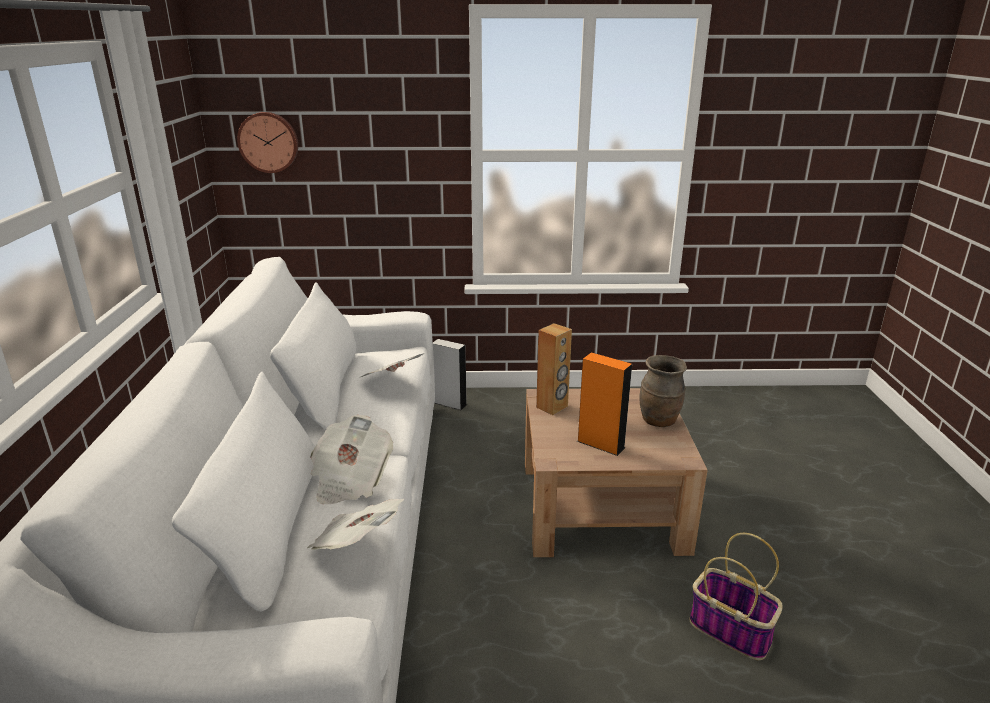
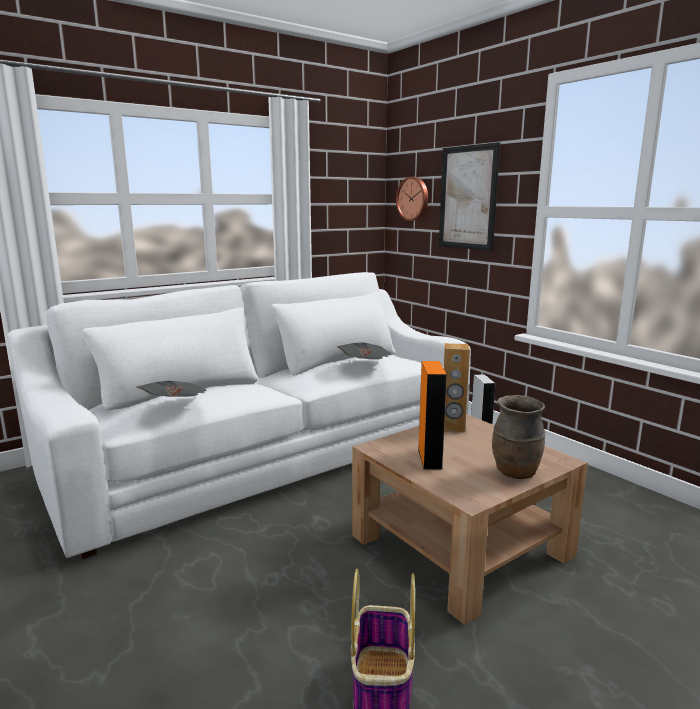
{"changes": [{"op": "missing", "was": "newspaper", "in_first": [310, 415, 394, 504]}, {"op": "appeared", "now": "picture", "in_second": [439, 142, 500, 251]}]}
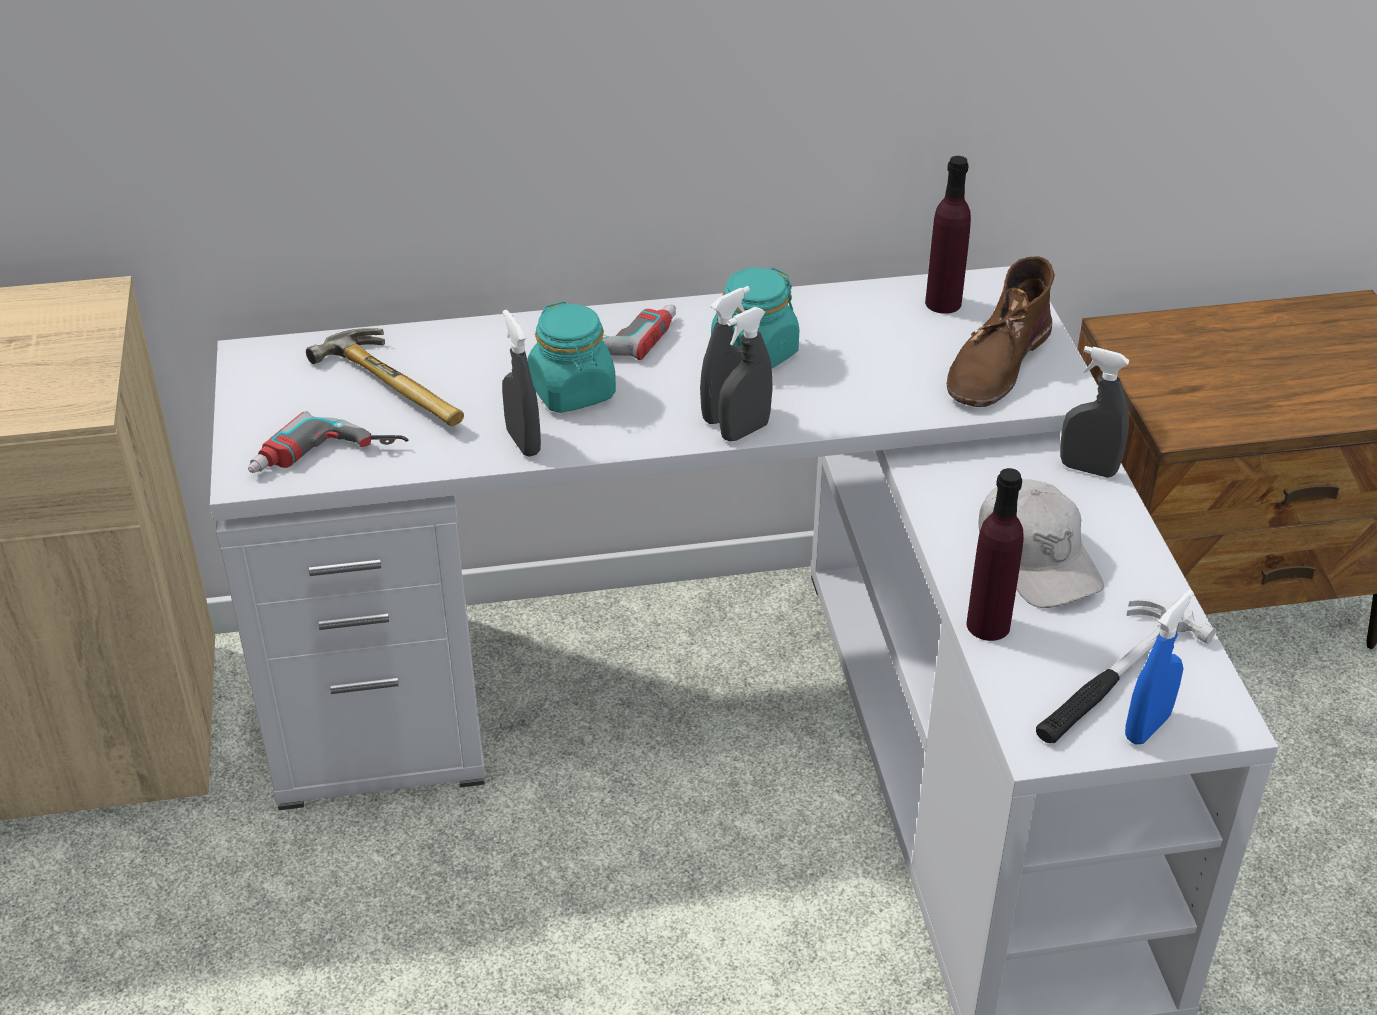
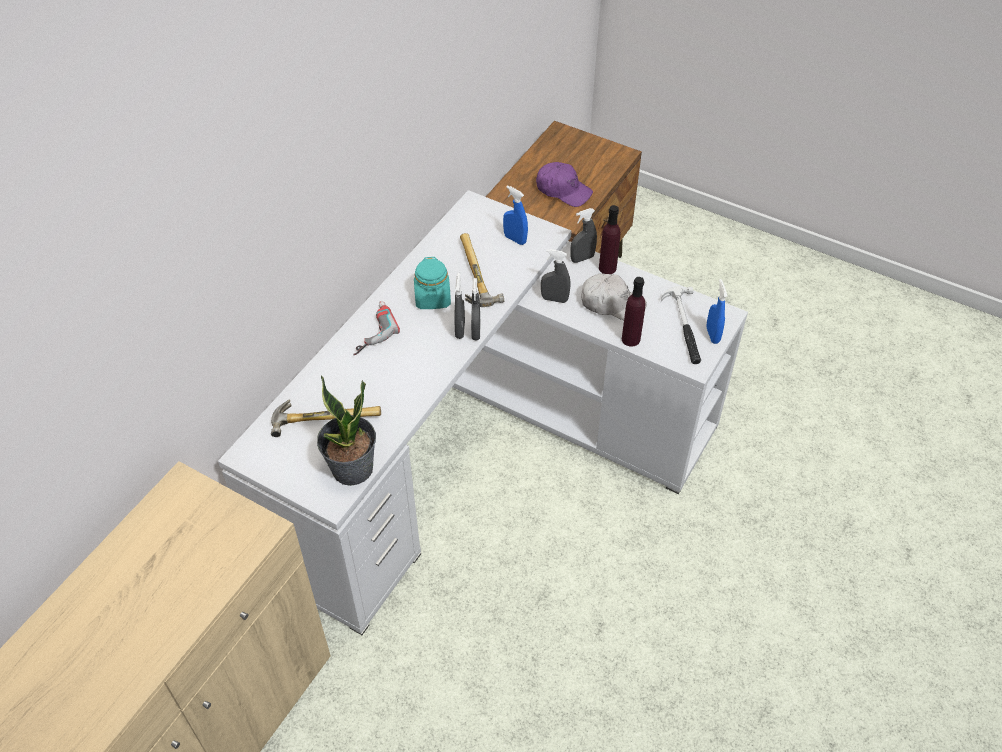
{"changes": [{"op": "relocated", "was": "purple bottle", "in_first": [925, 156, 971, 314], "in_second": [599, 205, 620, 274]}, {"op": "exchanged", "was": "brown boot", "now": "blue spray bottle", "in_first": [947, 256, 1055, 407], "in_second": [503, 185, 528, 245]}, {"op": "missing", "was": "turquoise jar", "in_first": [527, 301, 616, 413]}, {"op": "relocated", "was": "grey spray bottle", "in_first": [502, 310, 541, 457], "in_second": [541, 249, 570, 303]}, {"op": "exchanged", "was": "power drill", "now": "potted plant", "in_first": [248, 411, 409, 473], "in_second": [317, 376, 376, 486]}, {"op": "appeared", "now": "purple cap", "in_second": [536, 162, 593, 207]}, {"op": "appeared", "now": "hammer", "in_second": [460, 233, 504, 307]}]}
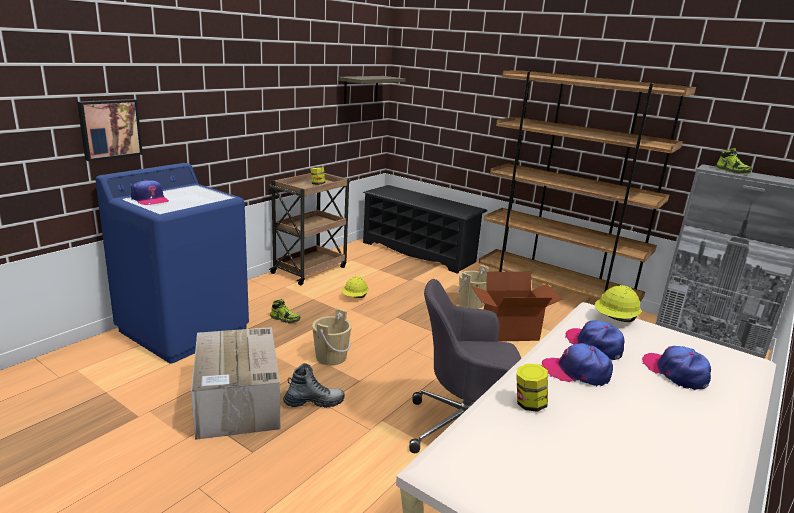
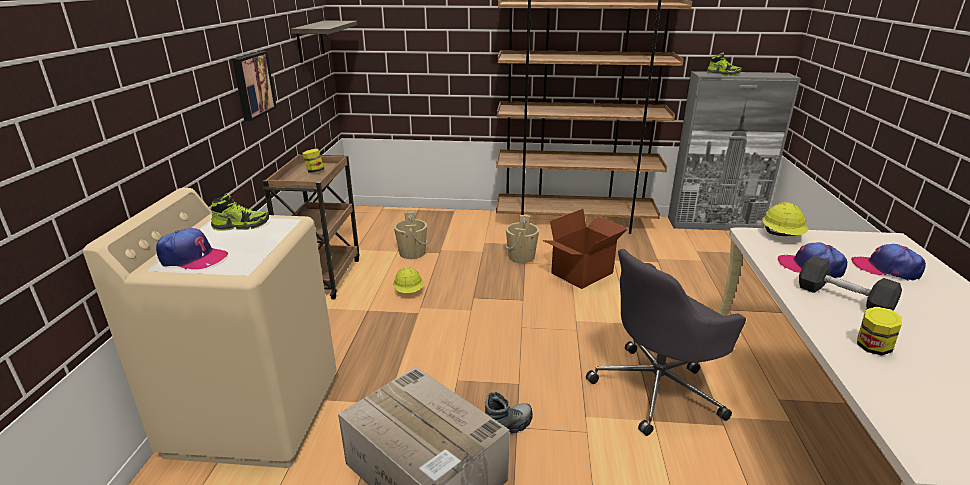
{"changes": [{"op": "relocated", "was": "picture", "in_first": [77, 99, 143, 161], "in_second": [232, 51, 277, 121]}, {"op": "colour", "was": "blue washing machine", "now": "beige washing machine", "in_first": [95, 163, 249, 364], "in_second": [83, 188, 336, 468]}, {"op": "missing", "was": "black shoe rack", "in_first": [363, 185, 487, 274]}, {"op": "relocated", "was": "shoe", "in_first": [270, 299, 300, 323], "in_second": [211, 193, 269, 231]}, {"op": "relocated", "was": "beige bucket", "in_first": [312, 308, 352, 365], "in_second": [394, 212, 428, 259]}, {"op": "exchanged", "was": "cap", "now": "grey dumbbell", "in_first": [542, 343, 613, 386], "in_second": [799, 256, 902, 311]}]}
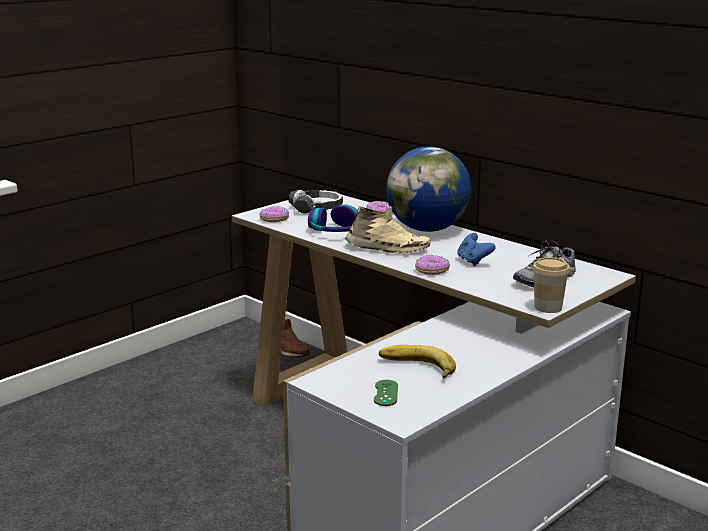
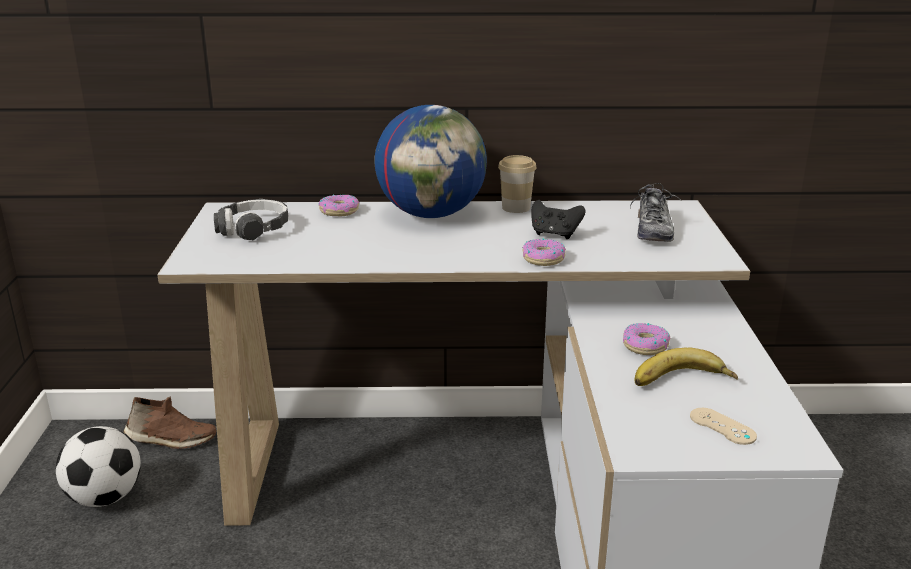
{"changes": [{"op": "missing", "was": "headphones", "in_first": [308, 205, 358, 232]}, {"op": "relocated", "was": "donut", "in_first": [260, 206, 289, 222], "in_second": [623, 323, 671, 355]}, {"op": "missing", "was": "beige shoe", "in_first": [345, 206, 431, 254]}, {"op": "colour", "was": "blue game controller", "now": "black game controller", "in_first": [457, 233, 496, 266], "in_second": [531, 200, 585, 239]}, {"op": "relocated", "was": "cup", "in_first": [532, 257, 570, 313], "in_second": [498, 155, 537, 213]}, {"op": "colour", "was": "green game controller", "now": "beige game controller", "in_first": [374, 380, 398, 406], "in_second": [690, 408, 757, 445]}, {"op": "appeared", "now": "football", "in_second": [56, 426, 141, 507]}]}
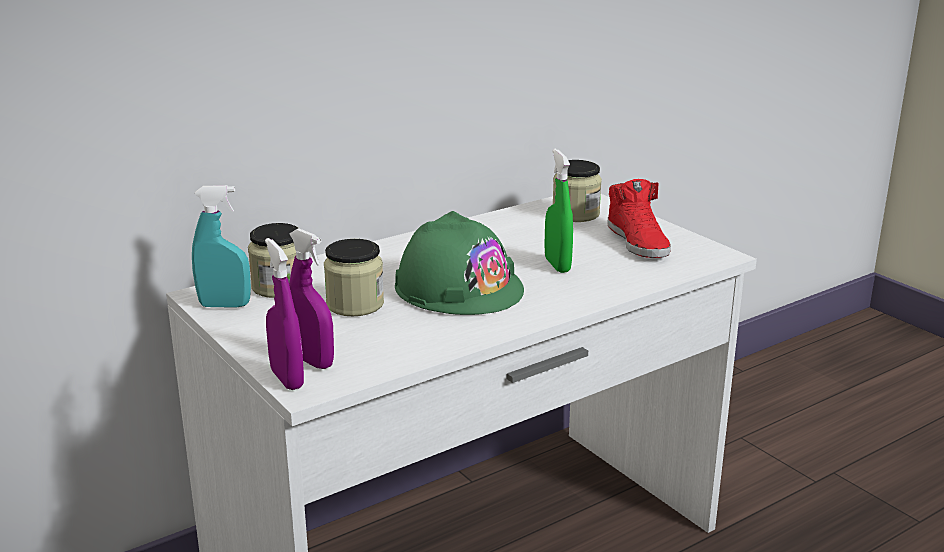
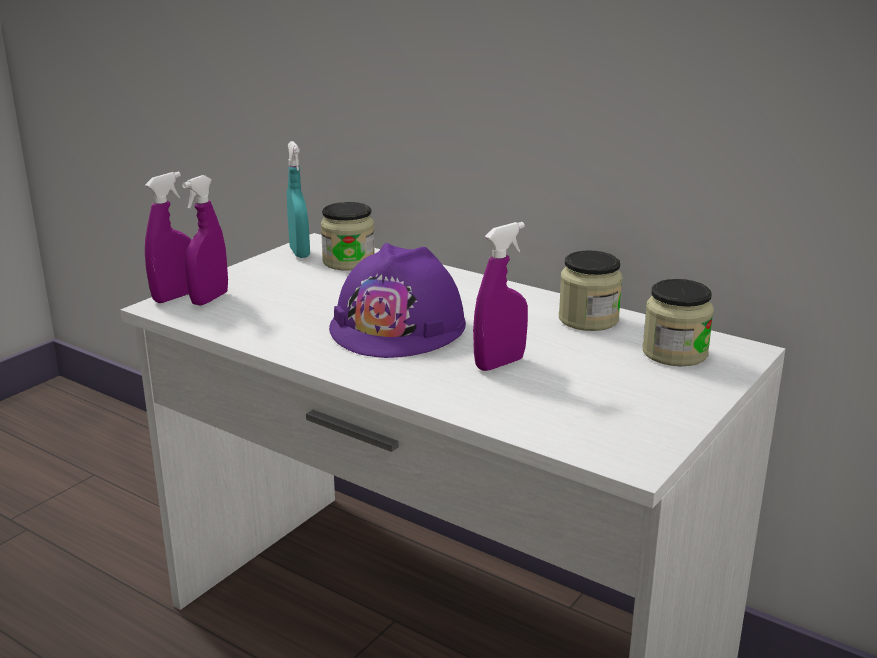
{"changes": [{"op": "colour", "was": "green spray bottle", "now": "purple spray bottle", "in_first": [544, 149, 573, 273], "in_second": [473, 222, 528, 371]}, {"op": "missing", "was": "red shoe", "in_first": [607, 179, 671, 258]}, {"op": "colour", "was": "green hard hat", "now": "purple hard hat", "in_first": [395, 211, 524, 315], "in_second": [329, 243, 466, 358]}, {"op": "relocated", "was": "jar", "in_first": [324, 239, 384, 316], "in_second": [559, 250, 623, 331]}]}
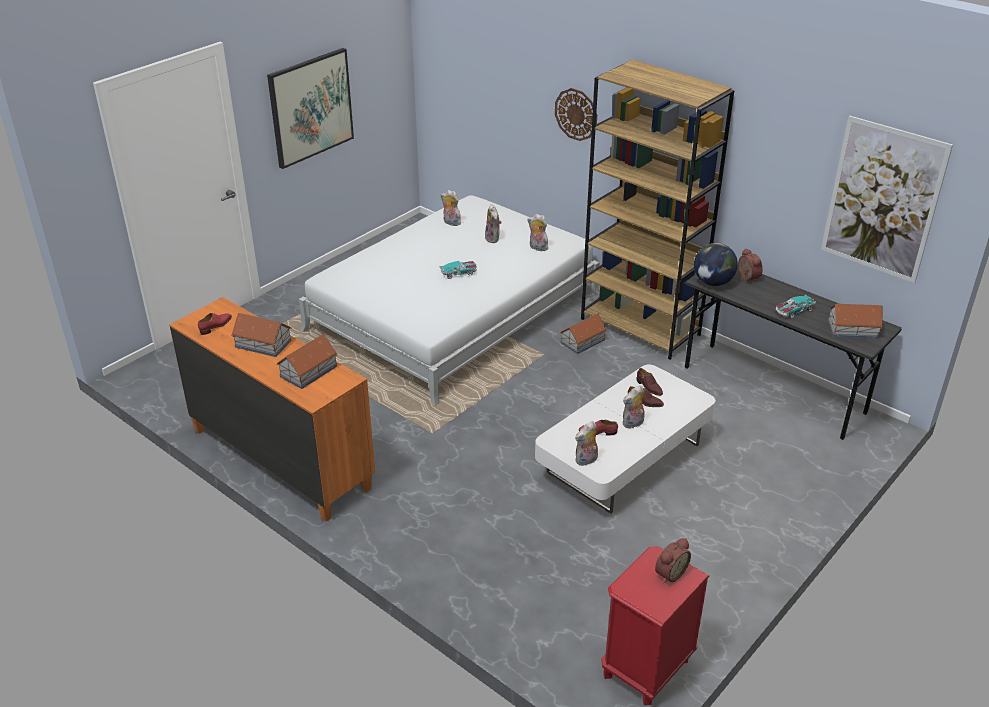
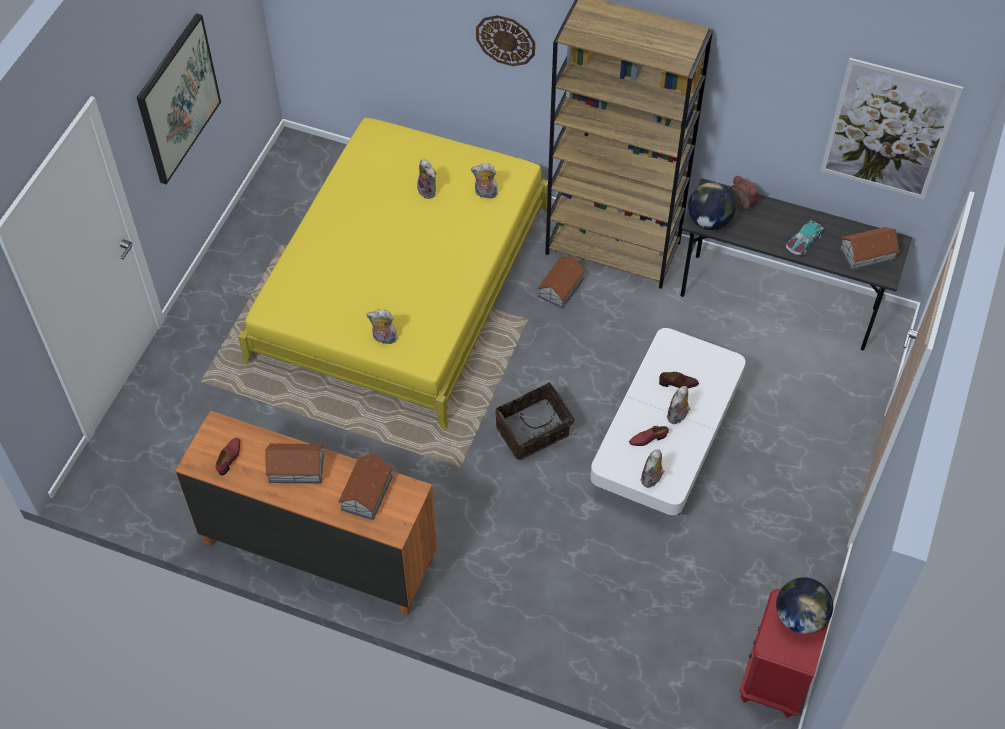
{"changes": [{"op": "relocated", "was": "plush toy", "in_first": [441, 190, 461, 226], "in_second": [366, 309, 400, 344]}, {"op": "colour", "was": "white bed", "now": "yellow bed", "in_first": [299, 195, 600, 406], "in_second": [238, 118, 548, 430]}, {"op": "missing", "was": "toy car", "in_first": [440, 261, 477, 279]}, {"op": "missing", "was": "brown shoe", "in_first": [636, 368, 663, 396]}, {"op": "exchanged", "was": "alarm clock", "now": "globe", "in_first": [655, 538, 691, 584], "in_second": [776, 577, 833, 634]}, {"op": "appeared", "now": "basket", "in_second": [495, 383, 575, 460]}]}
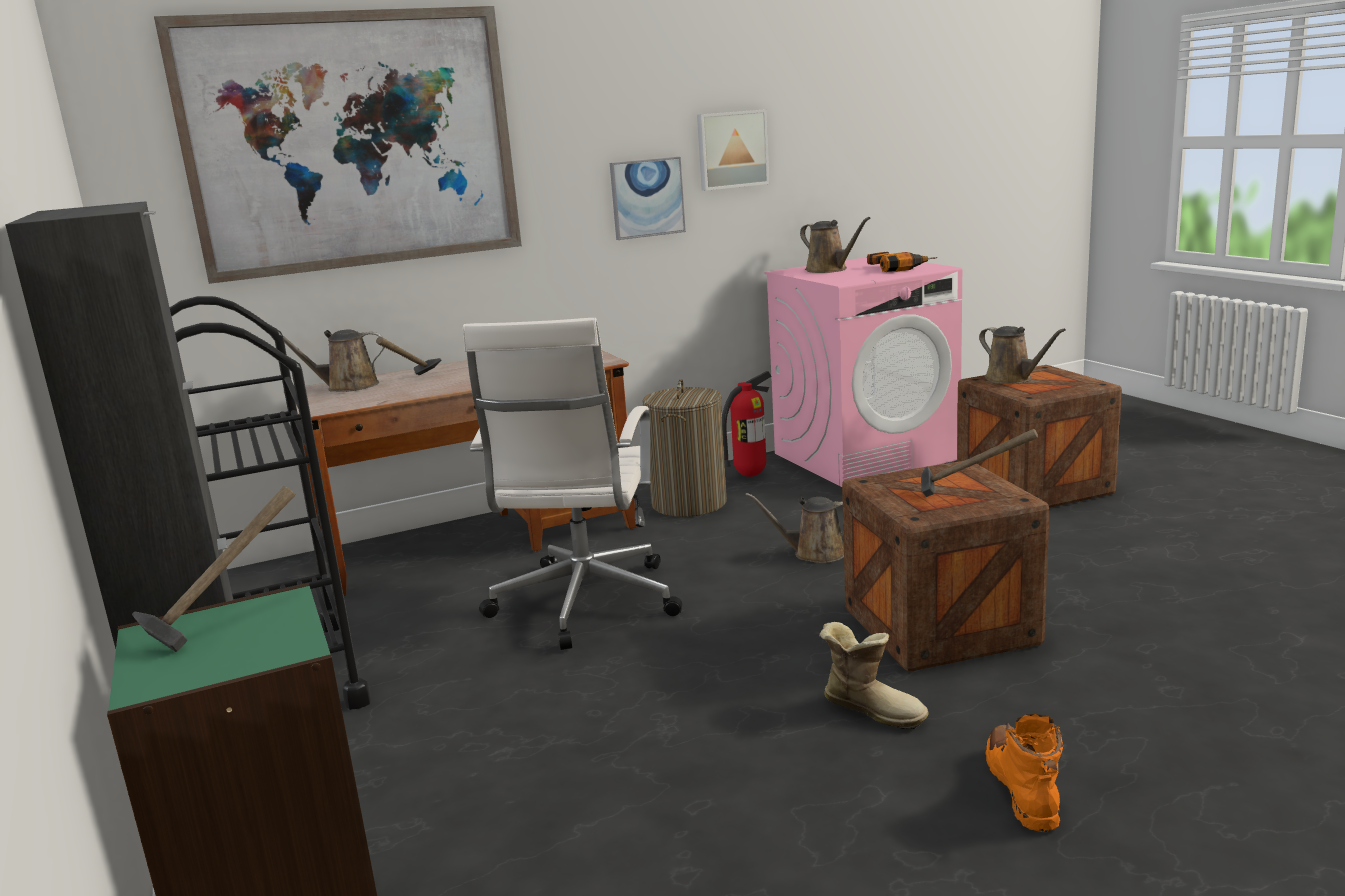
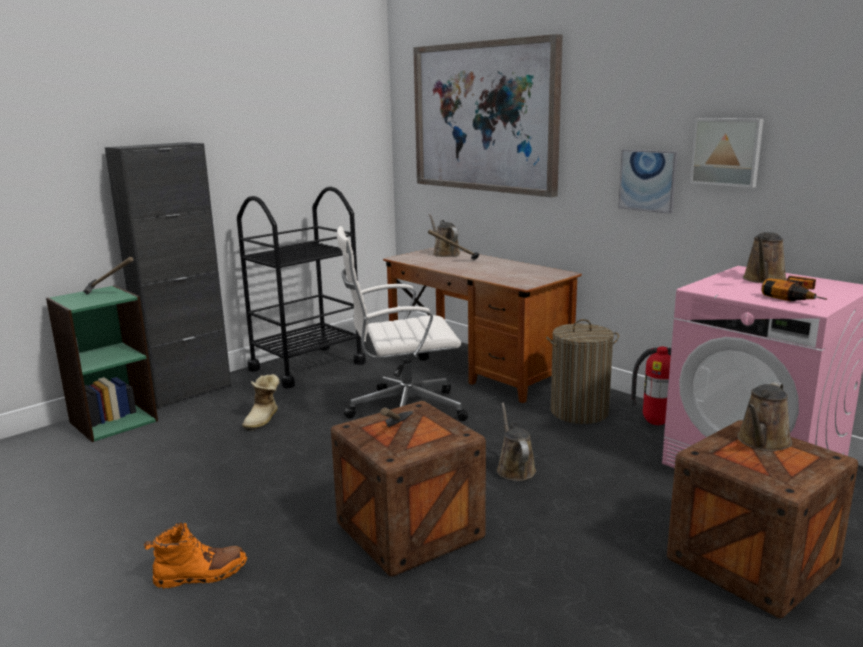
{"changes": [{"op": "relocated", "was": "boot", "in_first": [819, 622, 929, 729], "in_second": [242, 374, 279, 431]}]}
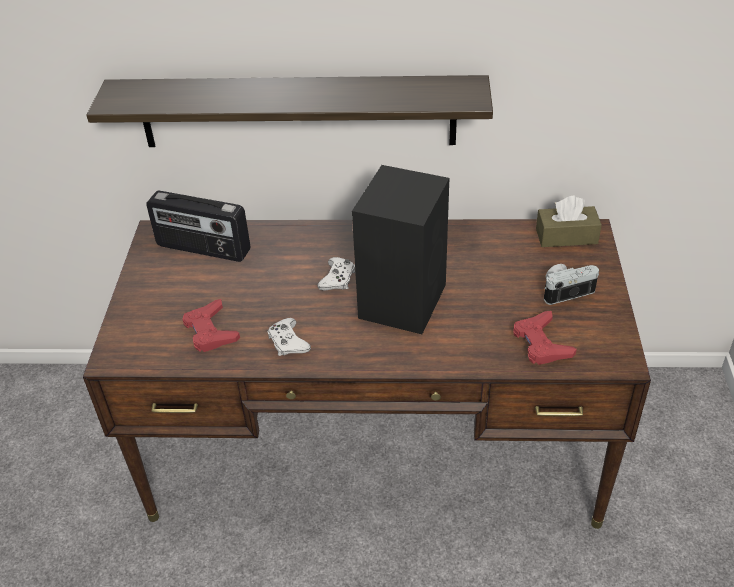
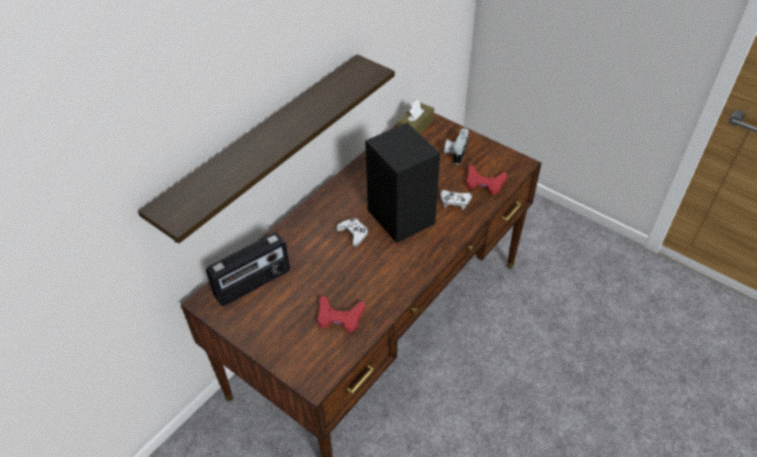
{"changes": [{"op": "relocated", "was": "white game controller", "in_first": [267, 318, 311, 356], "in_second": [440, 190, 472, 210]}]}
